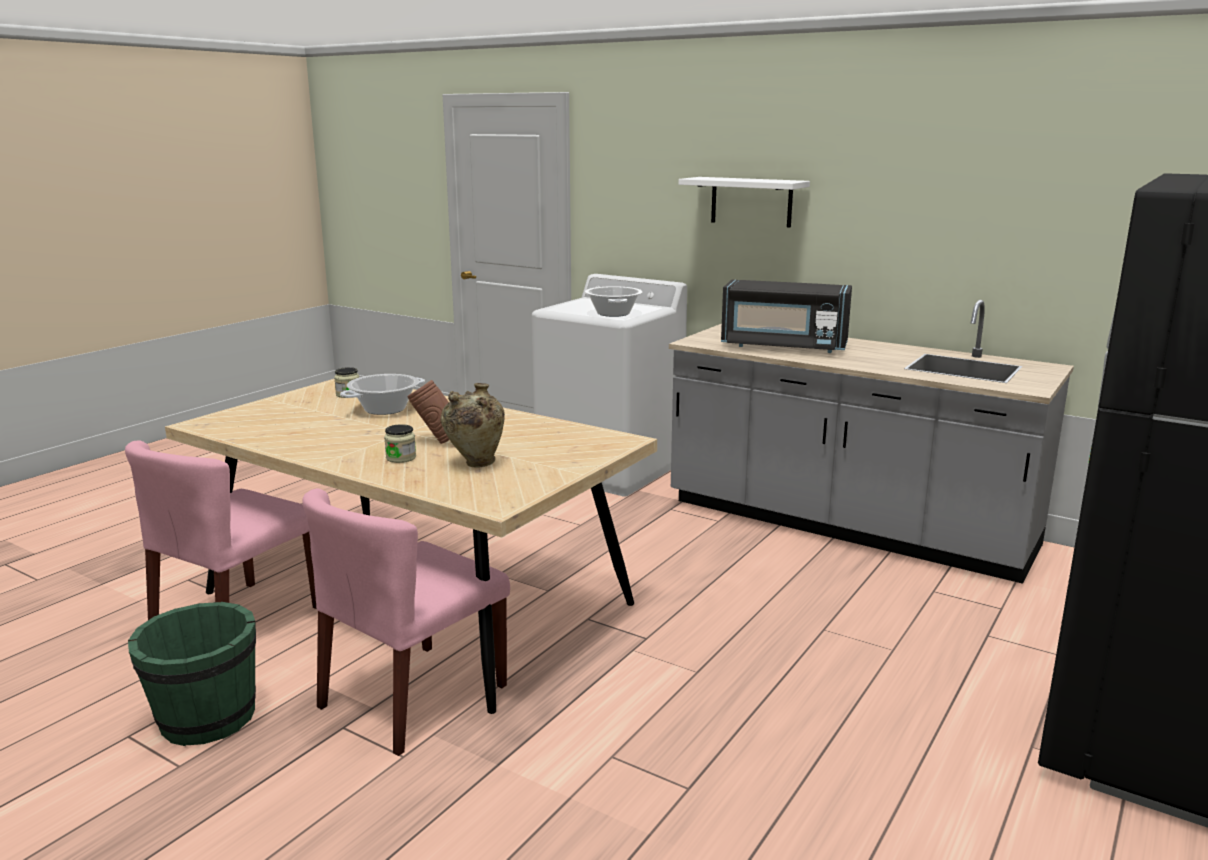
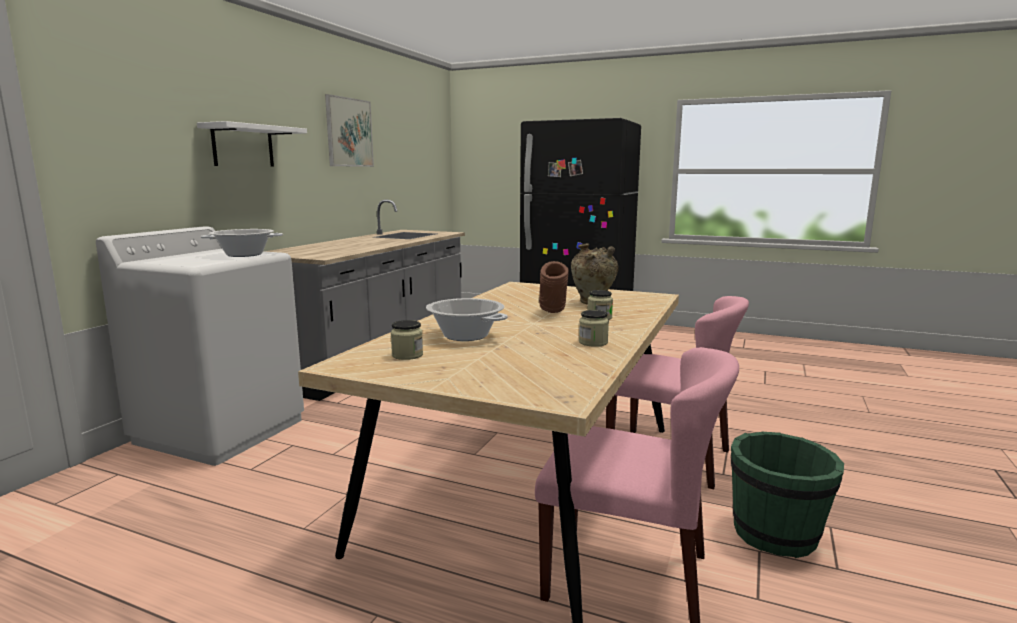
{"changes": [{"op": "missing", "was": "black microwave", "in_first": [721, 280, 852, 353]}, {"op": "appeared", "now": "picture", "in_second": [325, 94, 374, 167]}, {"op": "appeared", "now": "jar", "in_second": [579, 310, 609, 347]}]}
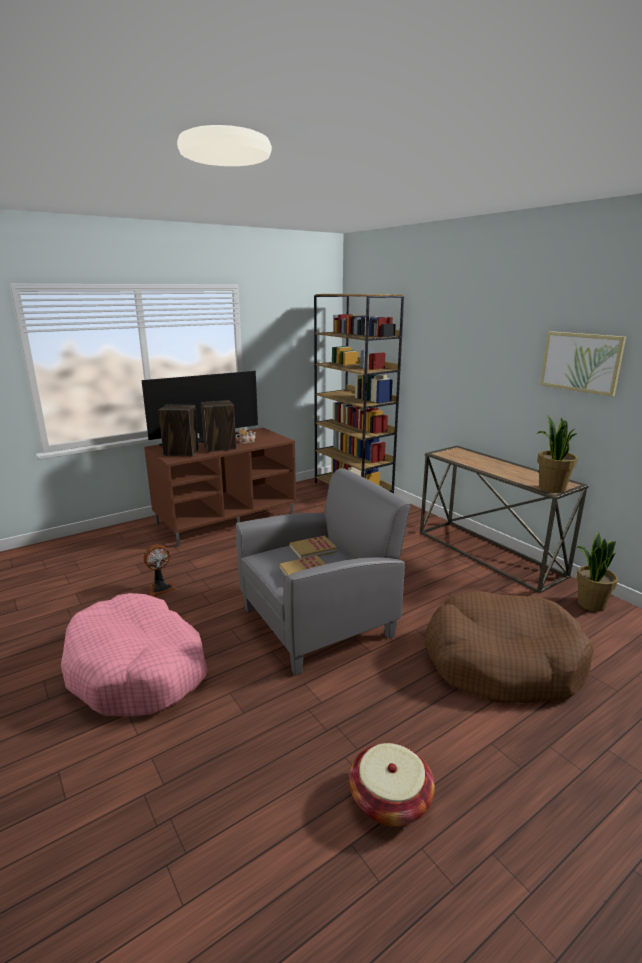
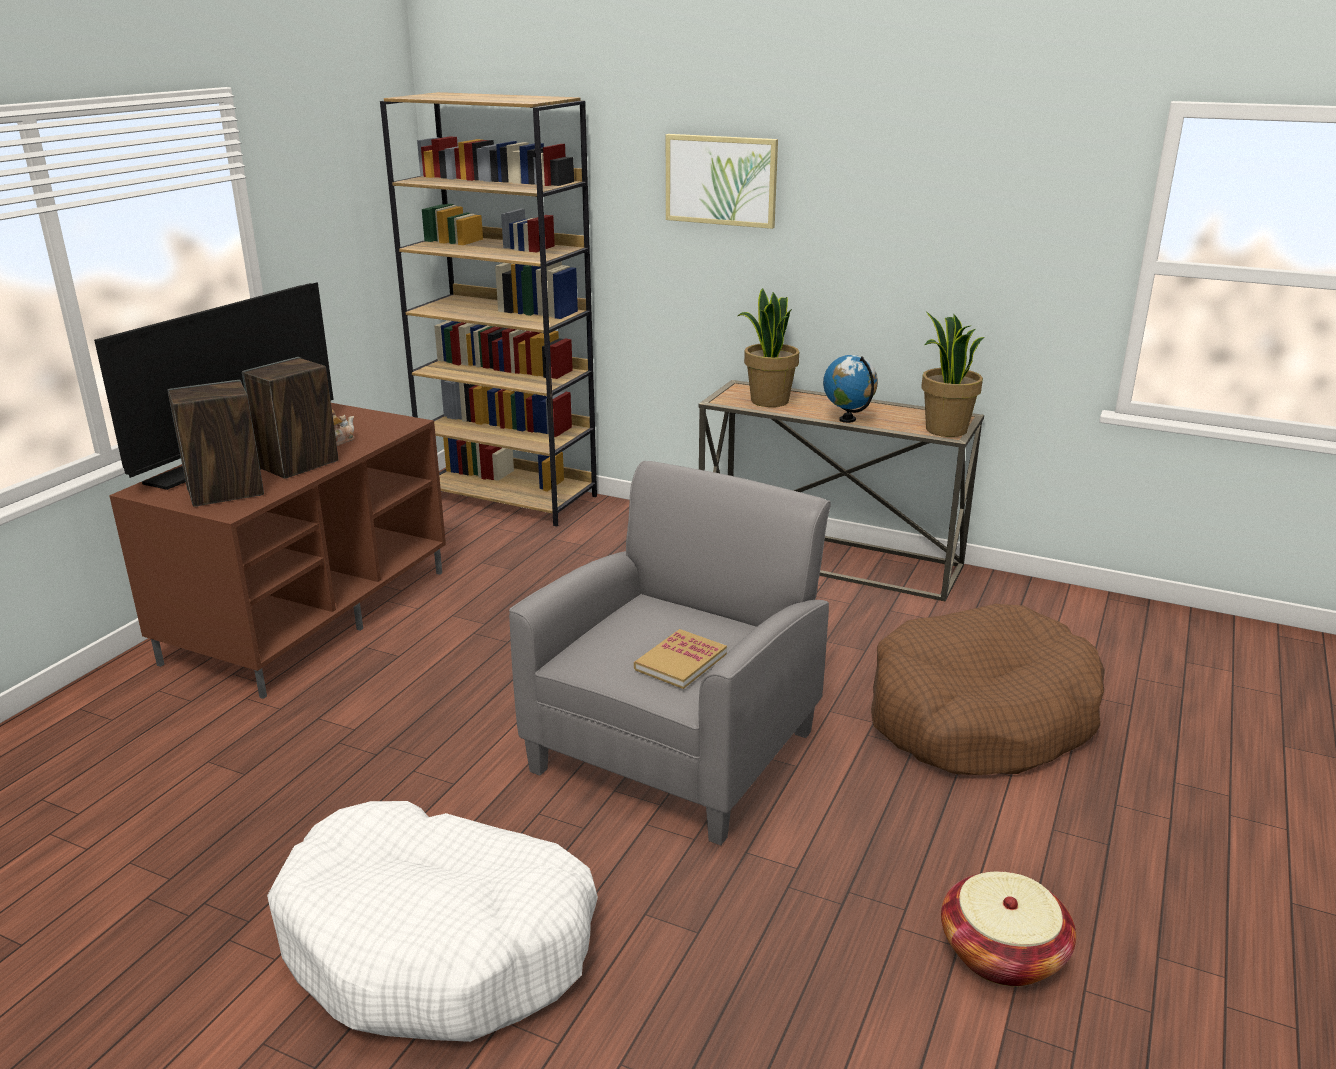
{"changes": [{"op": "relocated", "was": "picture", "in_first": [540, 331, 626, 397], "in_second": [666, 134, 778, 229]}, {"op": "relocated", "was": "potted plant", "in_first": [576, 532, 618, 612], "in_second": [738, 288, 799, 407]}, {"op": "missing", "was": "book", "in_first": [290, 536, 337, 559]}, {"op": "missing", "was": "fan", "in_first": [143, 545, 177, 597]}, {"op": "colour", "was": "pink dog bed", "now": "white dog bed", "in_first": [61, 593, 208, 716], "in_second": [267, 801, 598, 1042]}, {"op": "appeared", "now": "globe", "in_second": [823, 355, 878, 423]}]}
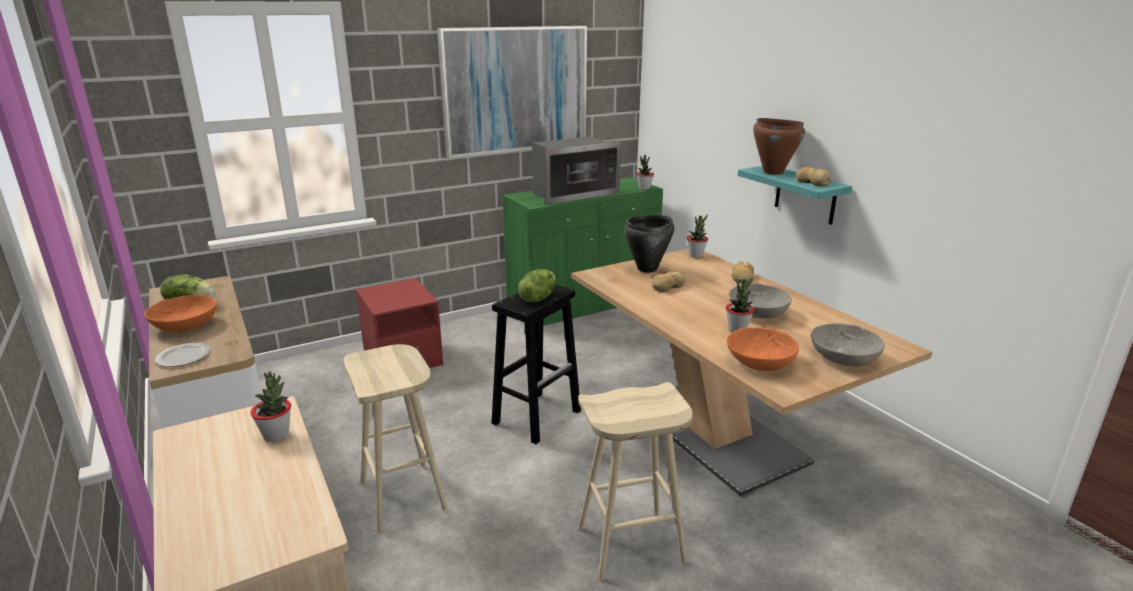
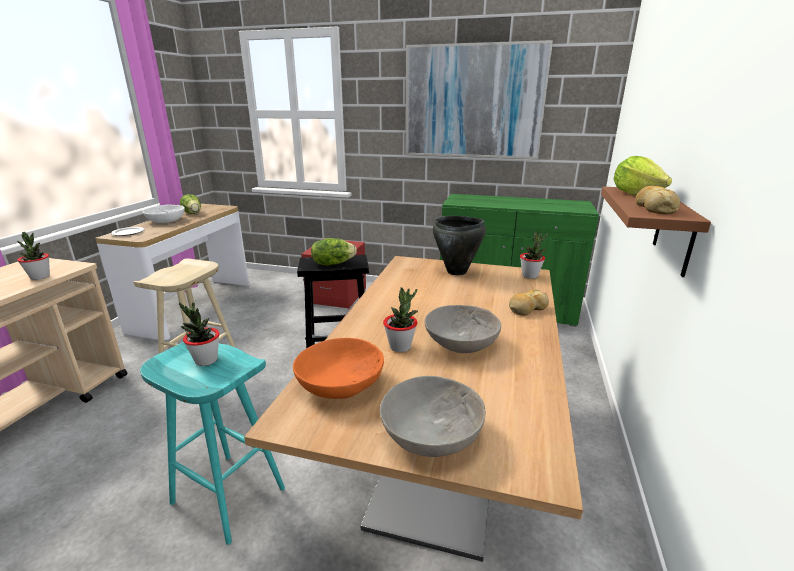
{"changes": [{"op": "exchanged", "was": "brown cooking pot", "now": "lettuce", "in_first": [753, 118, 805, 175], "in_second": [614, 156, 672, 195]}, {"op": "missing", "was": "microwave", "in_first": [532, 137, 621, 205]}, {"op": "relocated", "was": "potted plant", "in_first": [636, 155, 654, 190], "in_second": [179, 302, 220, 366]}, {"op": "colour", "was": "turquoise shelf", "now": "brown shelf", "in_first": [738, 166, 852, 225], "in_second": [601, 187, 711, 277]}, {"op": "missing", "was": "bread", "in_first": [652, 270, 685, 292]}, {"op": "colour", "was": "orange bowl", "now": "white bowl", "in_first": [144, 295, 217, 332], "in_second": [142, 204, 185, 223]}, {"op": "colour", "was": "beige stool", "now": "turquoise stool", "in_first": [578, 382, 693, 581], "in_second": [140, 342, 285, 545]}]}
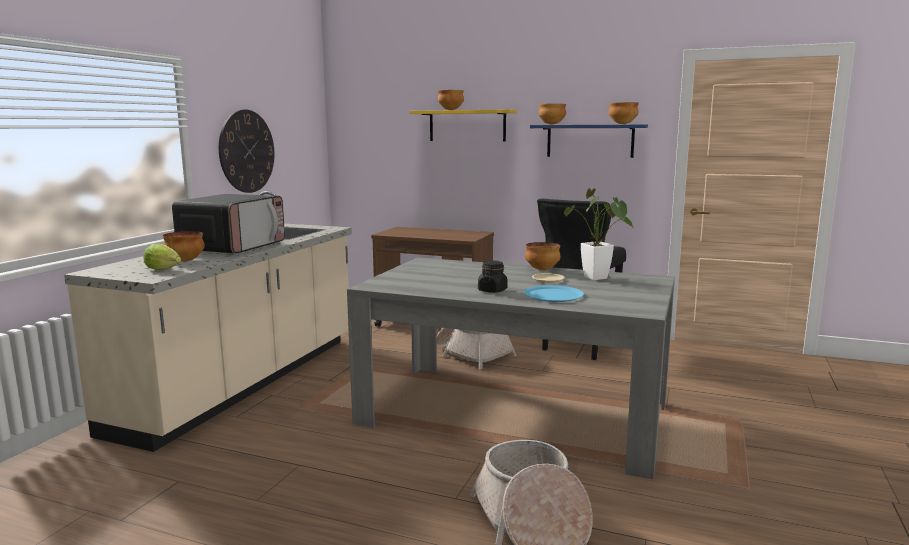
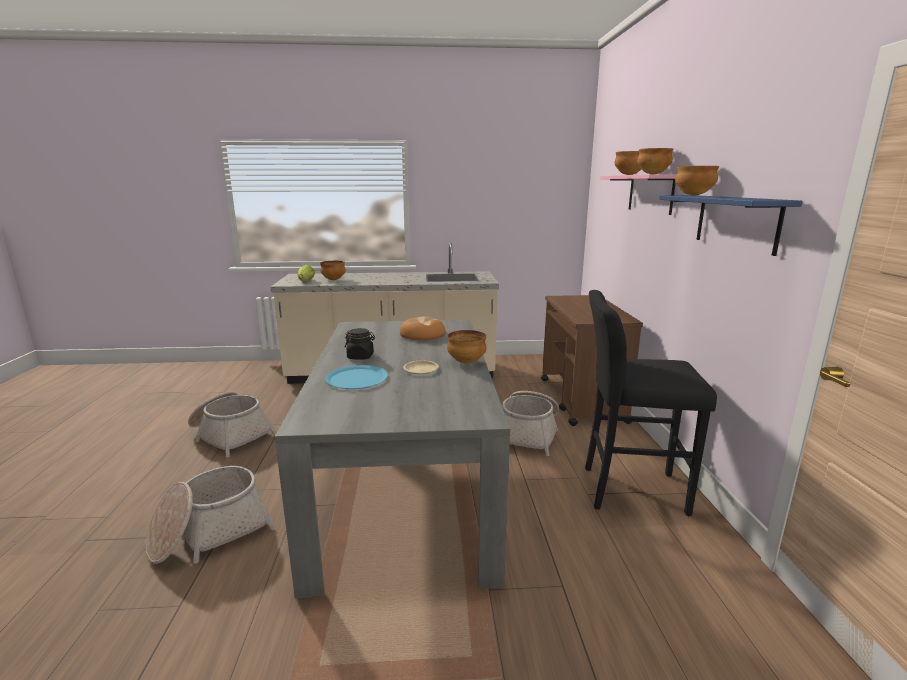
{"changes": [{"op": "relocated", "was": "bowl", "in_first": [609, 102, 639, 124], "in_second": [637, 148, 674, 174]}, {"op": "colour", "was": "yellow shelf", "now": "pink shelf", "in_first": [409, 109, 517, 141], "in_second": [600, 174, 677, 215]}, {"op": "missing", "was": "wall clock", "in_first": [219, 110, 274, 193]}, {"op": "missing", "was": "potted plant", "in_first": [564, 188, 633, 280]}, {"op": "missing", "was": "microwave", "in_first": [172, 194, 285, 254]}, {"op": "appeared", "now": "bread", "in_second": [400, 316, 446, 340]}, {"op": "appeared", "now": "basket", "in_second": [188, 392, 276, 458]}]}
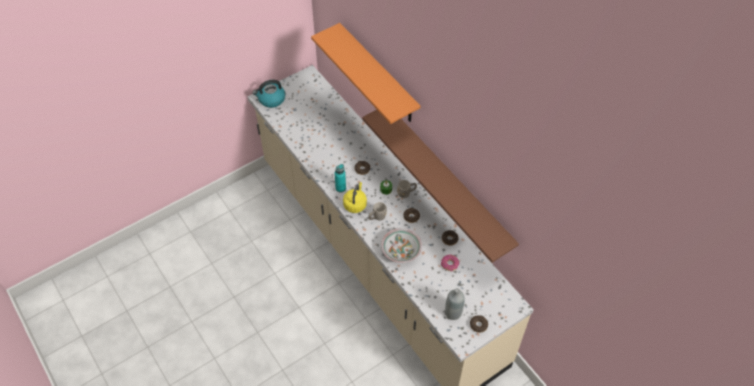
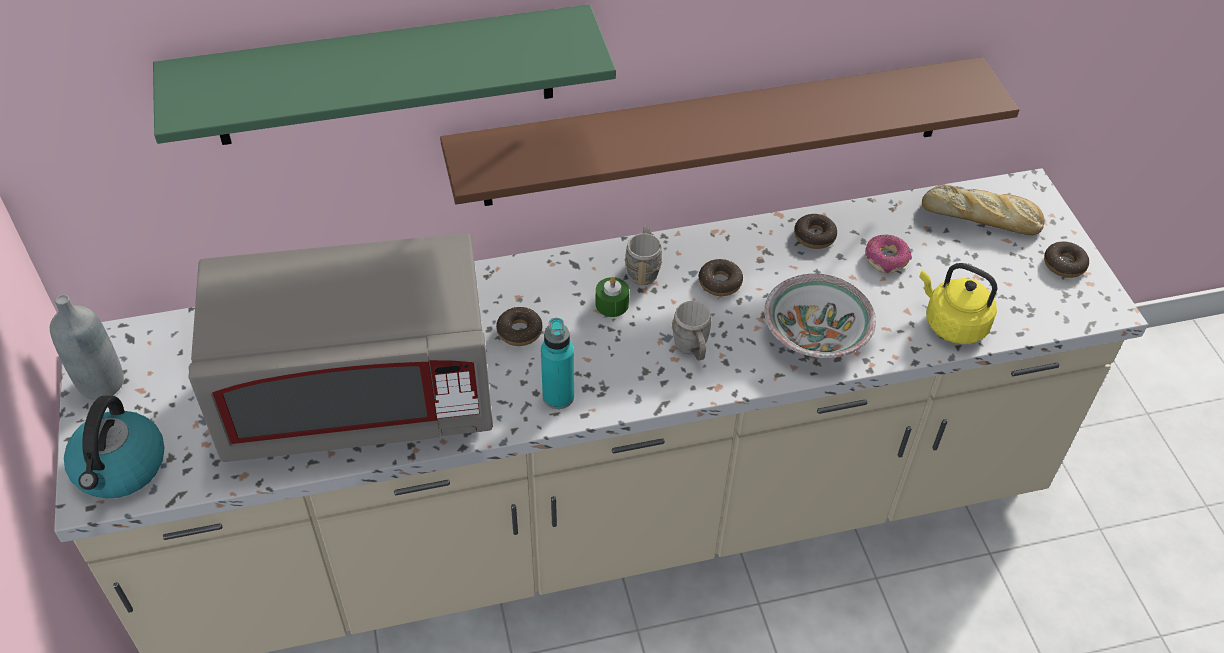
{"changes": [{"op": "colour", "was": "orange shelf", "now": "green shelf", "in_first": [311, 23, 421, 124], "in_second": [153, 4, 616, 145]}, {"op": "relocated", "was": "yellow kettle", "in_first": [343, 182, 367, 213], "in_second": [919, 263, 997, 344]}, {"op": "relocated", "was": "grey bottle", "in_first": [445, 288, 465, 320], "in_second": [50, 295, 124, 400]}, {"op": "appeared", "now": "bread", "in_second": [922, 184, 1045, 235]}, {"op": "appeared", "now": "grey microwave", "in_second": [188, 234, 493, 462]}]}
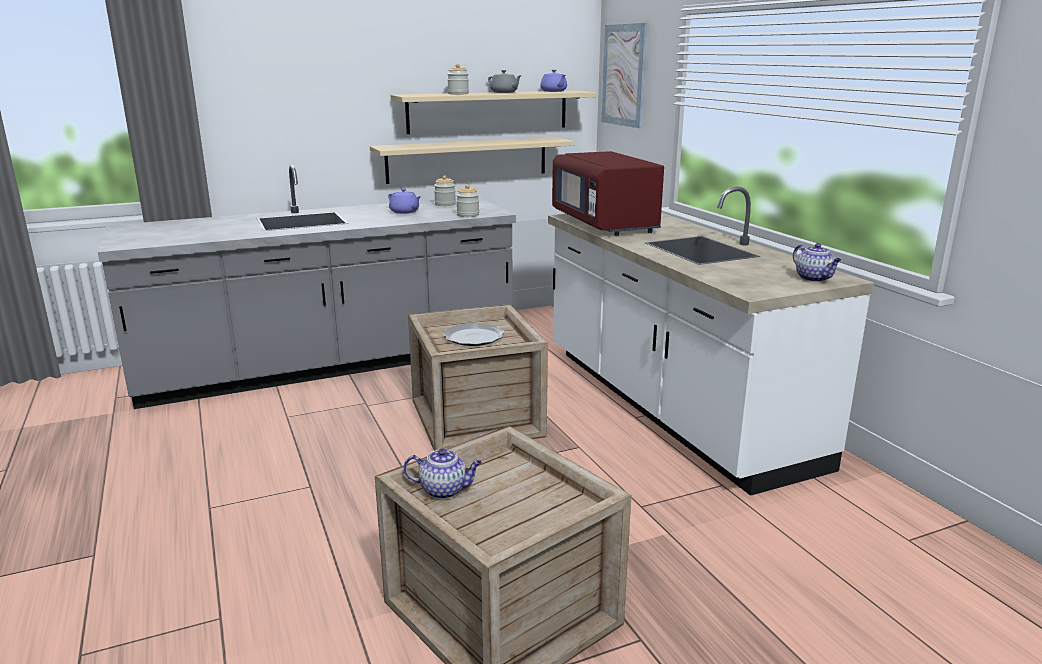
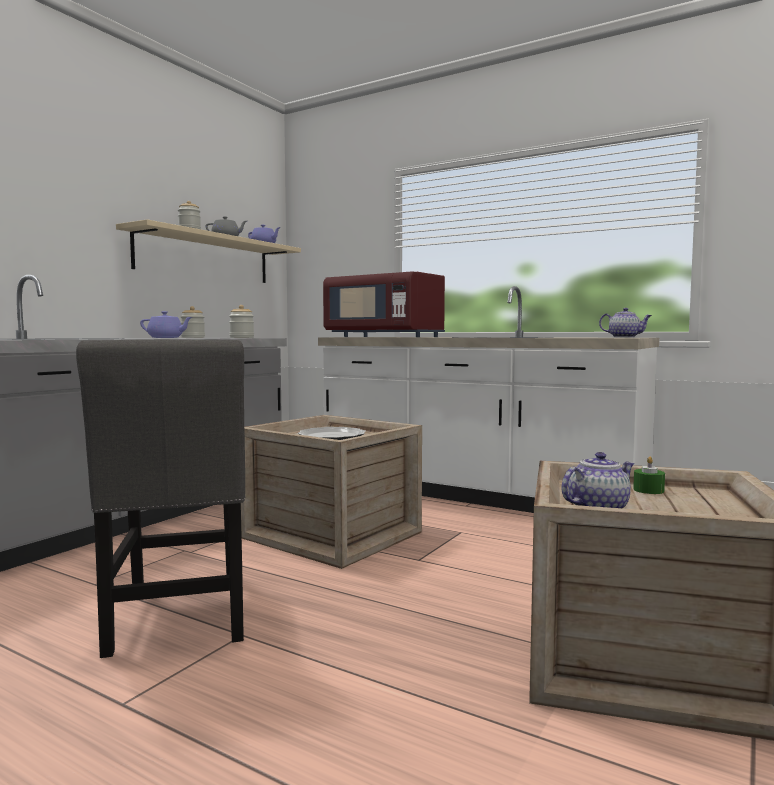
{"changes": [{"op": "missing", "was": "picture", "in_first": [602, 23, 648, 128]}, {"op": "missing", "was": "beige shelf", "in_first": [370, 137, 574, 184]}, {"op": "appeared", "now": "grey chair", "in_second": [76, 340, 245, 658]}, {"op": "appeared", "now": "green candle", "in_second": [633, 456, 665, 494]}]}
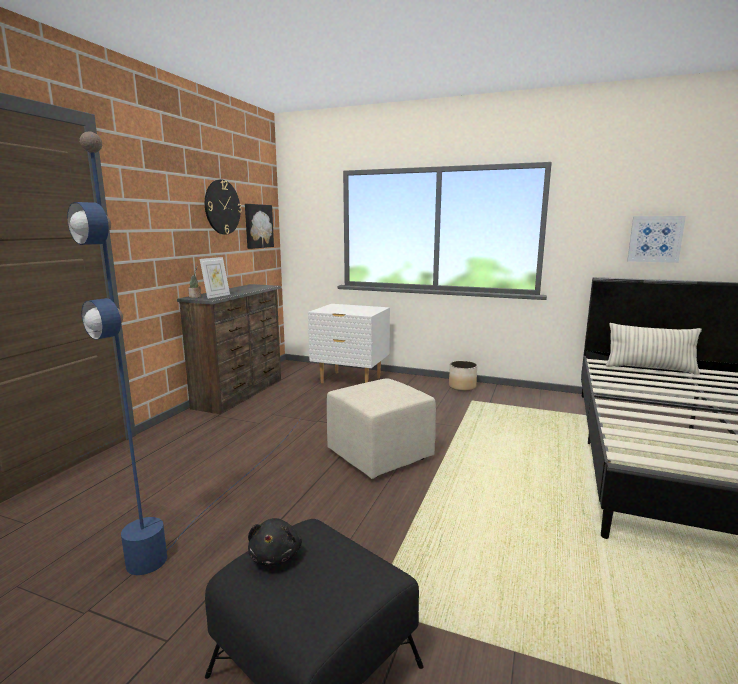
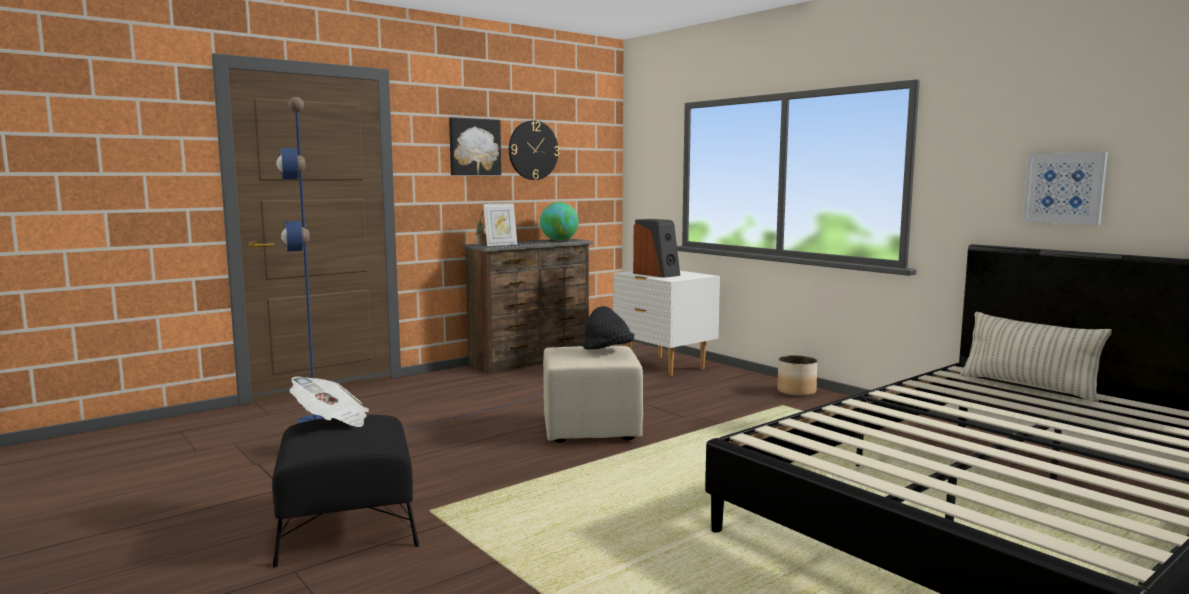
{"changes": [{"op": "relocated", "was": "picture", "in_first": [245, 204, 274, 249], "in_second": [449, 117, 501, 175]}, {"op": "exchanged", "was": "black plush toy", "now": "newspaper", "in_first": [248, 518, 302, 566], "in_second": [289, 376, 369, 427]}, {"op": "appeared", "now": "globe", "in_second": [540, 202, 579, 241]}, {"op": "appeared", "now": "speaker", "in_second": [633, 219, 680, 278]}, {"op": "appeared", "now": "black hat", "in_second": [583, 306, 634, 350]}]}
